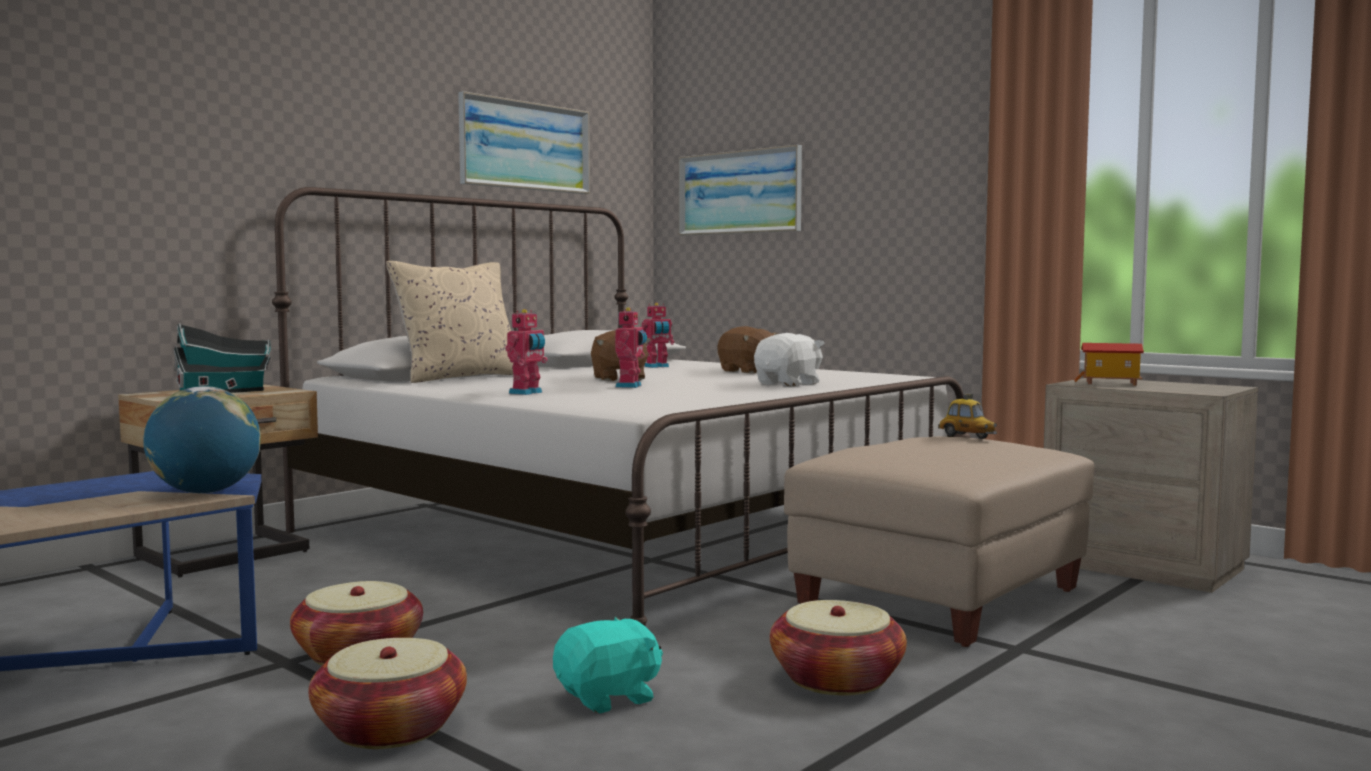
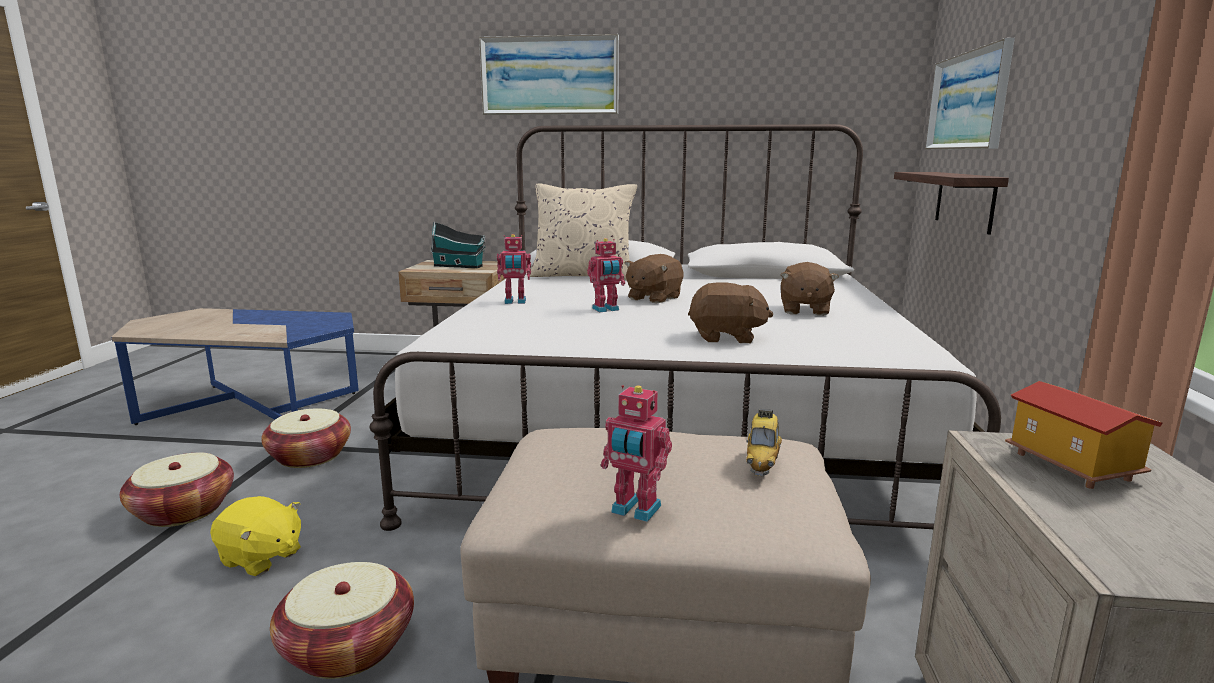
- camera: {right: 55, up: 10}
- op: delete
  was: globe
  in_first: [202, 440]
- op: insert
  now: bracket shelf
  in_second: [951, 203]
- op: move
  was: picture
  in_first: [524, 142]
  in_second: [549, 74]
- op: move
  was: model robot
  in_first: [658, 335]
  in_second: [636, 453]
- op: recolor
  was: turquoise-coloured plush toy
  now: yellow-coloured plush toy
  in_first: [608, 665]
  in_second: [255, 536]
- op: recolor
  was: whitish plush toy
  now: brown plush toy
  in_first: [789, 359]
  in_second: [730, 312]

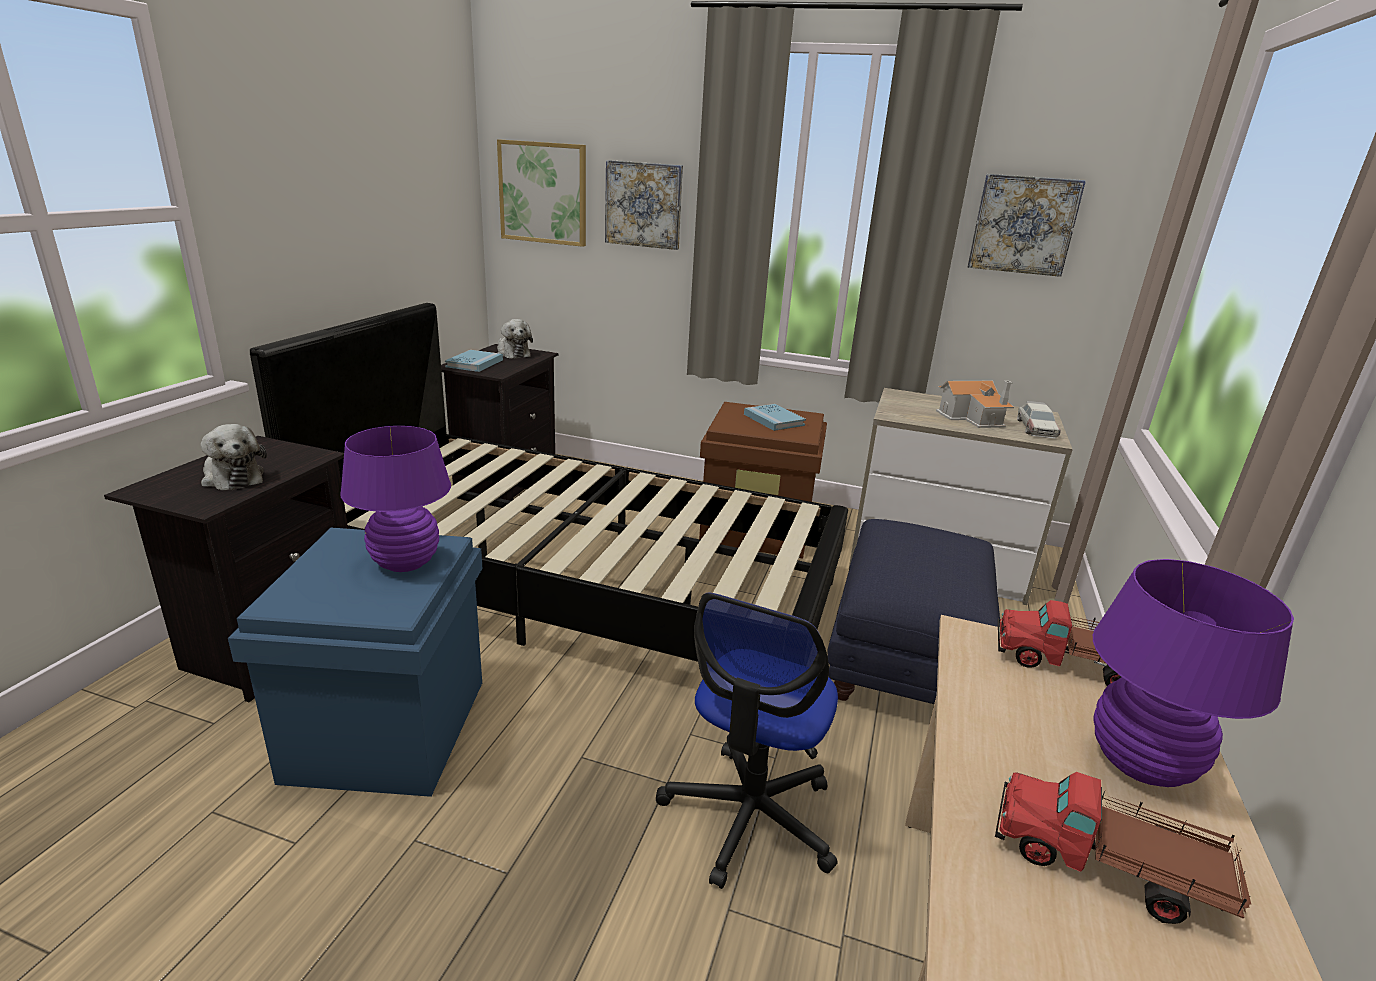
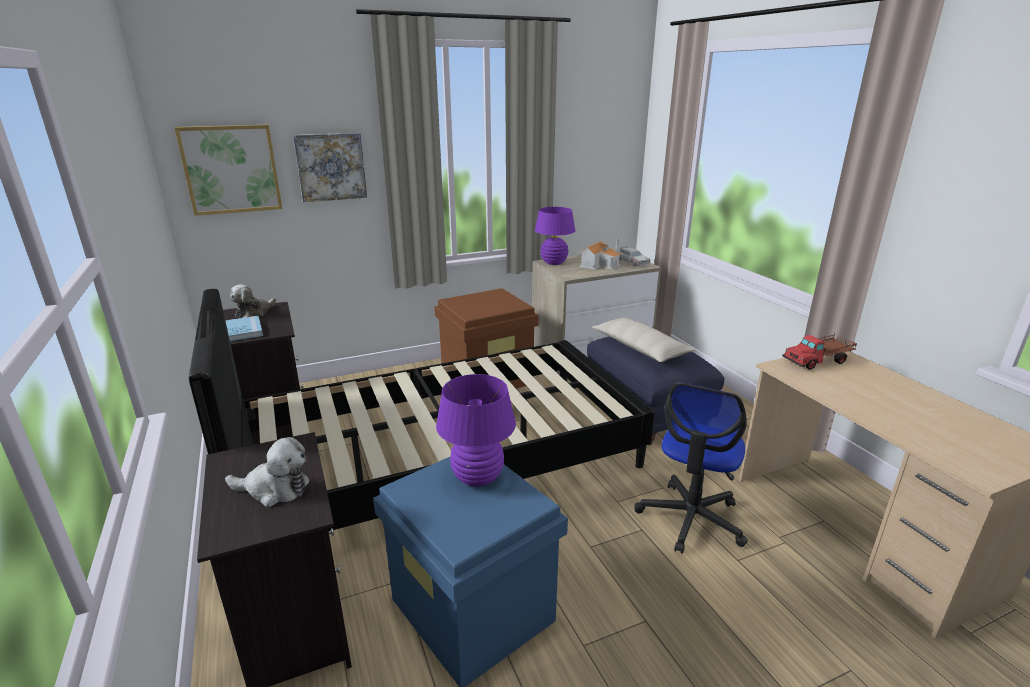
- camera: {right: -40, up: 0}
- op: delete
  was: blue volume
  in_first: [775, 417]
- op: delete
  was: picture
  in_first: [1027, 225]
- op: delete
  was: toy truck
  in_first: [1123, 848]
- op: insert
  now: beige-coloured pillow
  in_second: [643, 340]
- op: move
  was: purple table lamp
  in_first: [1193, 673]
  in_second: [555, 236]
- op: rotate
  was: plush toy
  in_first: [515, 339]
  in_second: [253, 301]
  clockwise: 105
- op: rotate
  was: office chair
  in_first: [747, 740]
  in_second: [691, 467]
  clockwise: 45

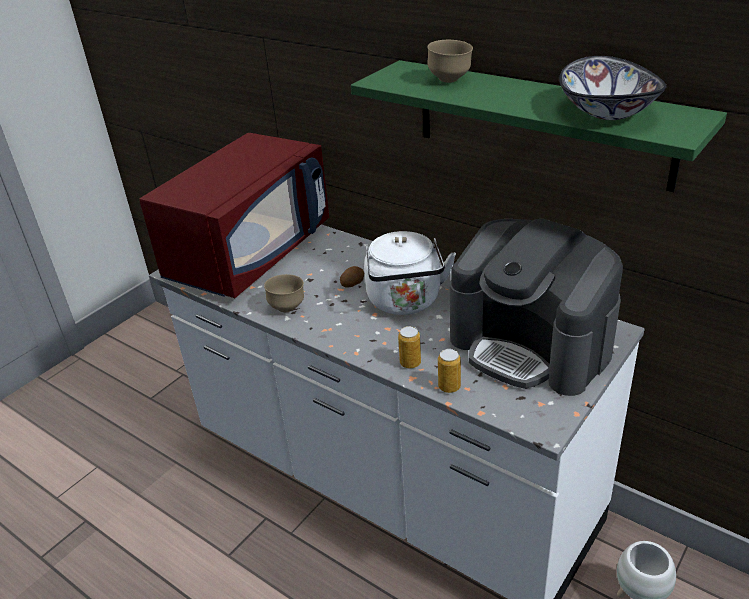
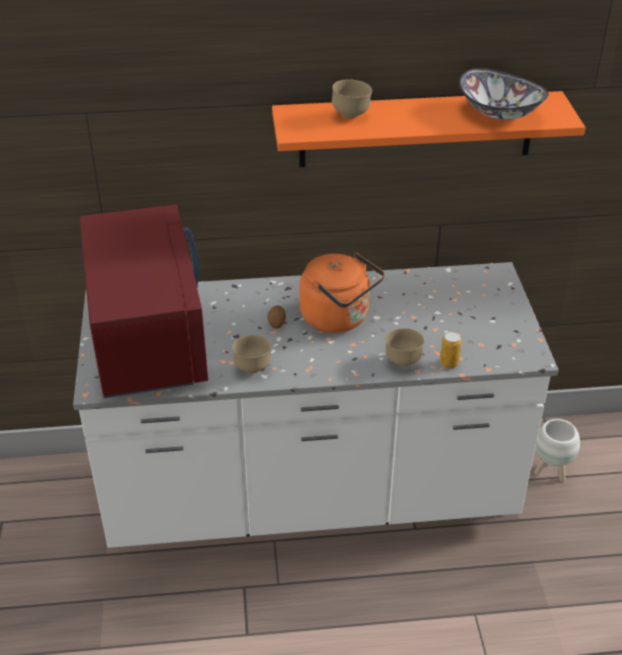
- camera: {right: -45, up: 5}
- op: delete
  was: coffee machine
  in_first: [536, 307]
- op: replace
  was: metal can
  now: brown bowl
  in_first: [409, 347]
  in_second: [404, 347]
- op: recolor
  was: green bracket shelf
  now: orange-coloured bracket shelf
  in_first: [539, 126]
  in_second: [428, 129]
- op: recolor
  was: whitish water kettle
  now: orange-coloured water kettle
  in_first: [410, 273]
  in_second: [342, 292]

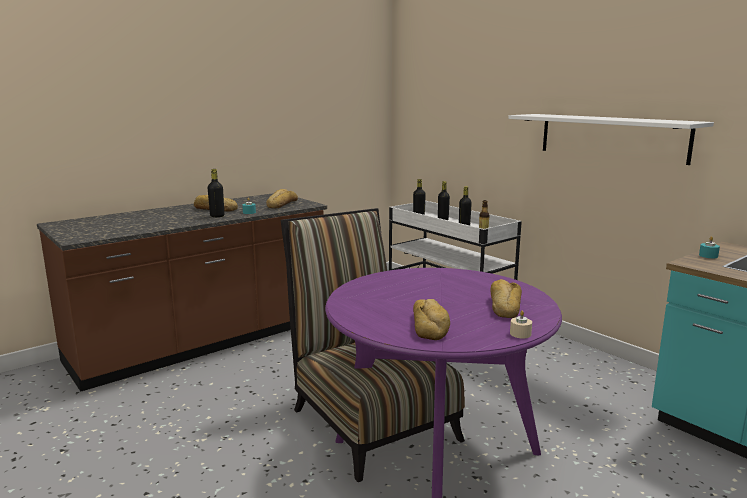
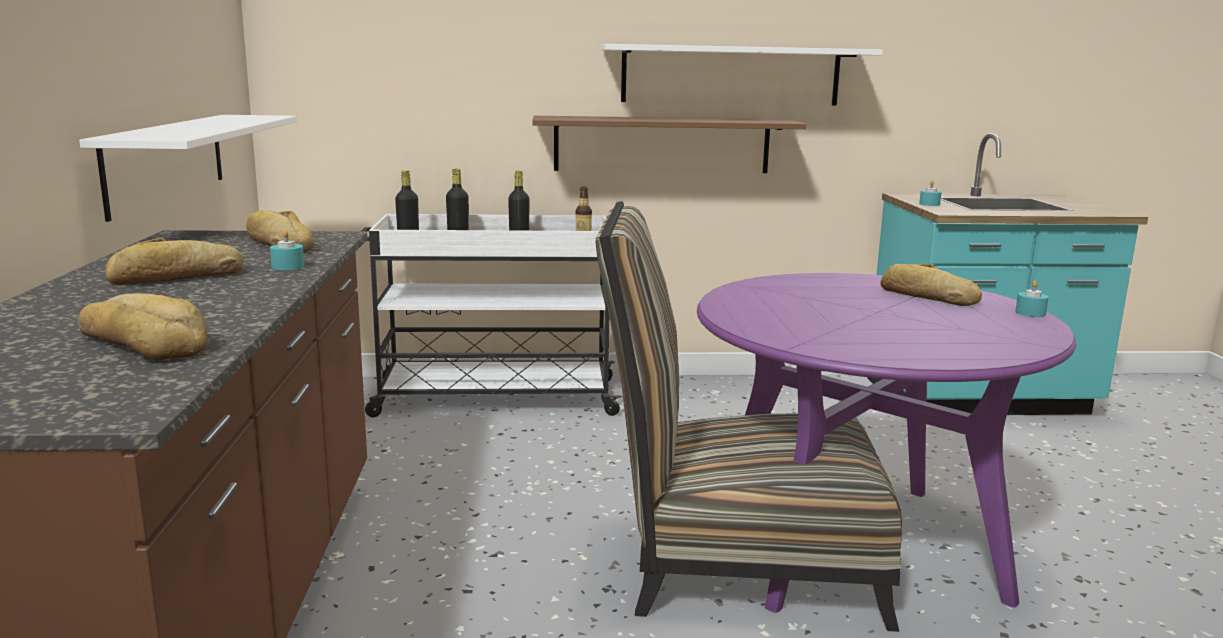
- camera: {right: -55, up: 0}
- op: delete
  was: black-coloured bottle
  in_first: [216, 193]
- op: insert
  now: whitish bracket shelf
  in_second: [188, 168]
- op: insert
  now: brown bracket shelf
  in_second: [670, 144]
- op: move
  was: bread
  in_first: [431, 319]
  in_second: [142, 327]
- op: recolor
  was: beige-coloured candle
  now: turquoise-coloured candle
  in_first: [521, 325]
  in_second: [1032, 298]

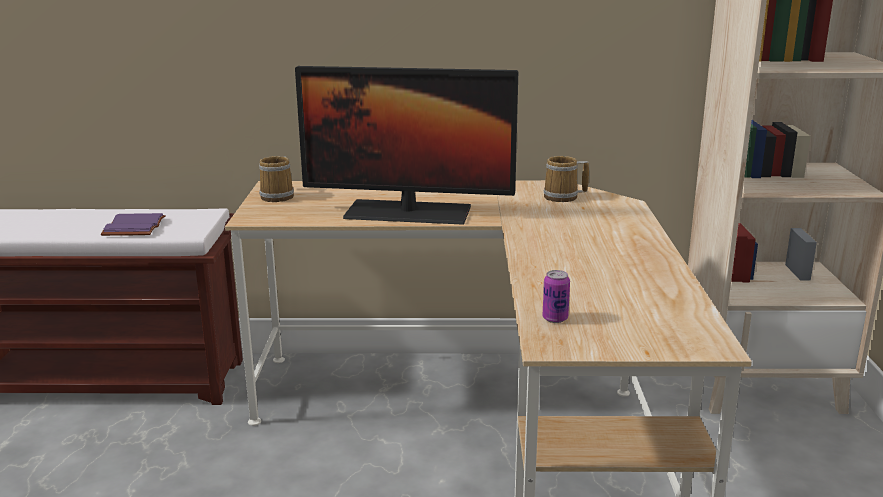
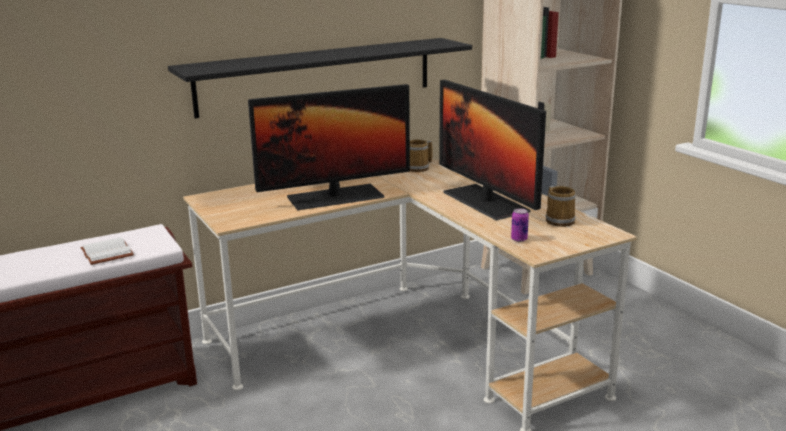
- camera: {right: -30, up: 0}
- op: insert
  now: black-coloured bracket shelf
  in_second: [320, 78]
- op: insert
  now: computer screen
  in_second: [492, 150]
- op: move
  was: mug
  in_first: [276, 179]
  in_second: [561, 206]
- op: recolor
  was: purple volume
  now: whitish volume
  in_first: [133, 224]
  in_second: [107, 251]

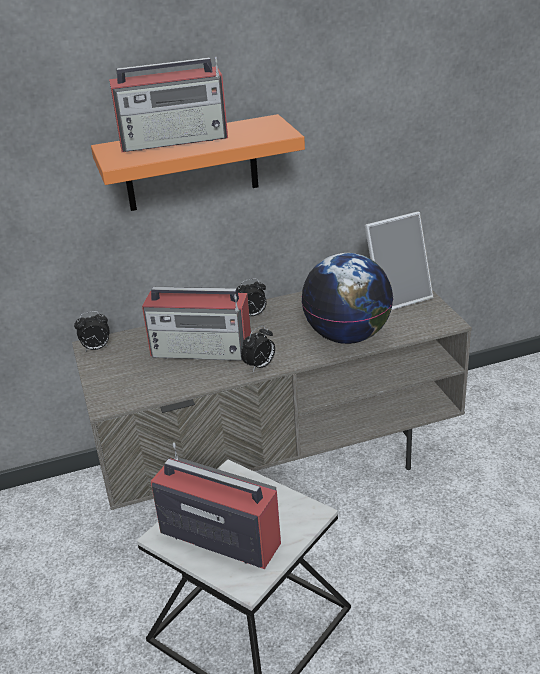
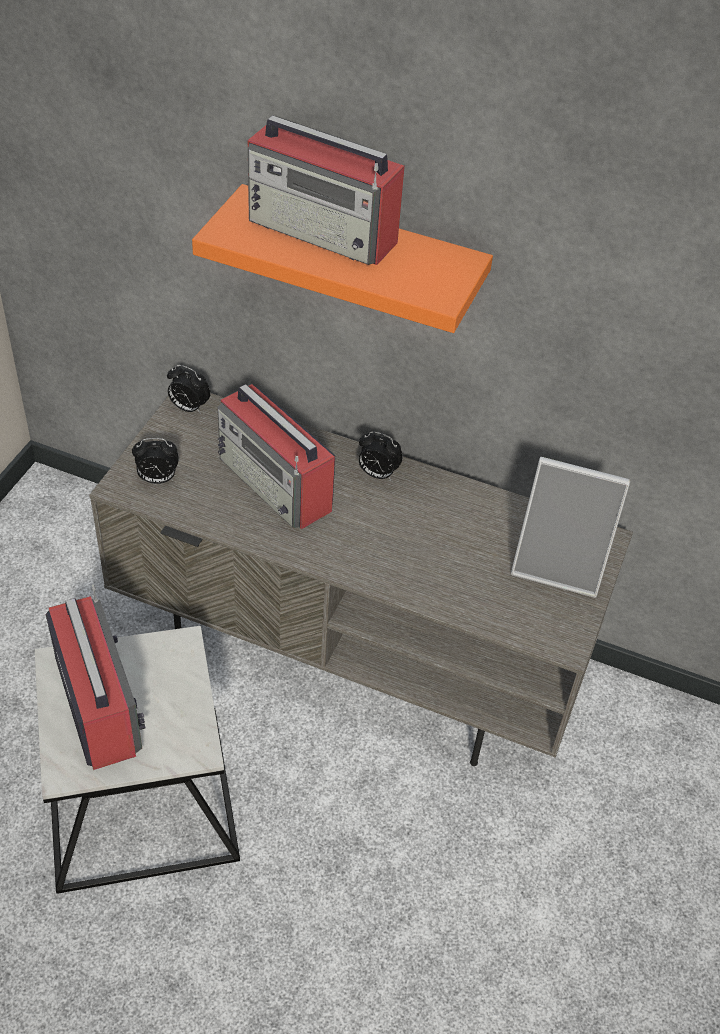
- camera: {right: 35, up: 15}
- op: delete
  was: globe
  in_first: [347, 298]
- op: move
  was: alarm clock
  in_first: [258, 349]
  in_second: [155, 461]

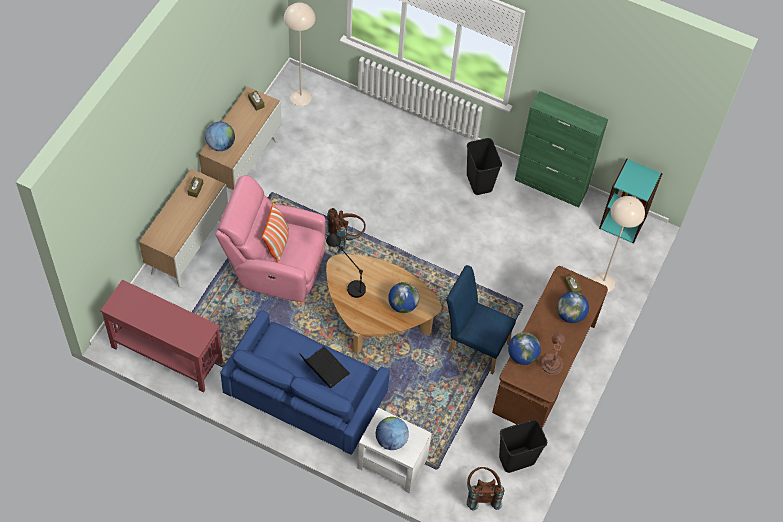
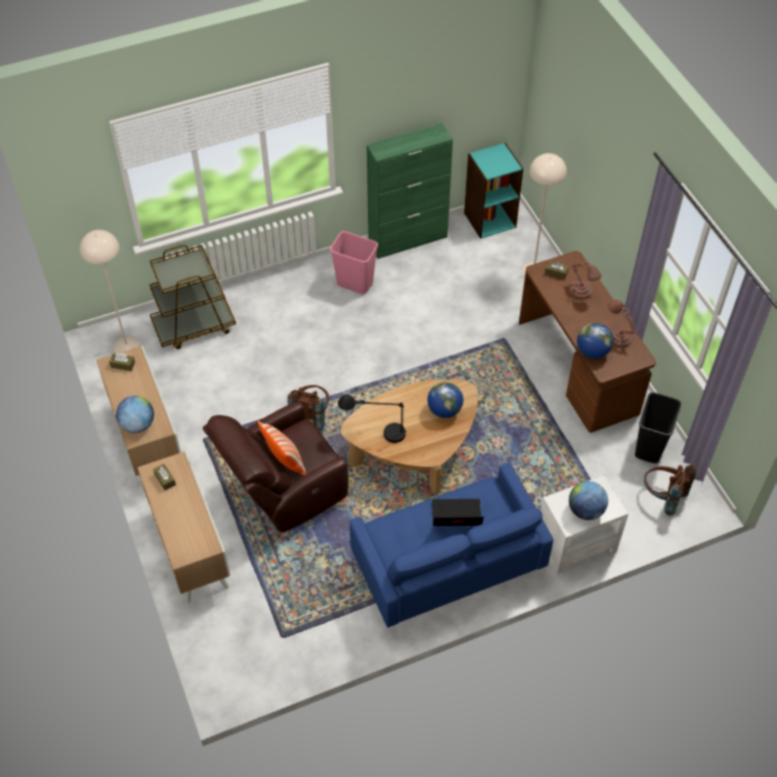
- camera: {right: -45, up: -5}
- op: delete
  was: red-coloured narrow table
  in_first: [161, 336]
- op: delete
  was: blue plain chair
  in_first: [481, 319]
- op: insert
  now: brown cart
  in_second: [192, 297]
- op: replace
  was: globe
  now: brown table lamp
  in_first: [573, 307]
  in_second: [585, 280]
- op: recolor
  was: pink easy chair
  now: brown easy chair
  in_first: [270, 238]
  in_second: [275, 466]
- op: recolor
  was: black-coloured rubbish bin
  now: pink rubbish bin
  in_first: [484, 166]
  in_second: [354, 262]

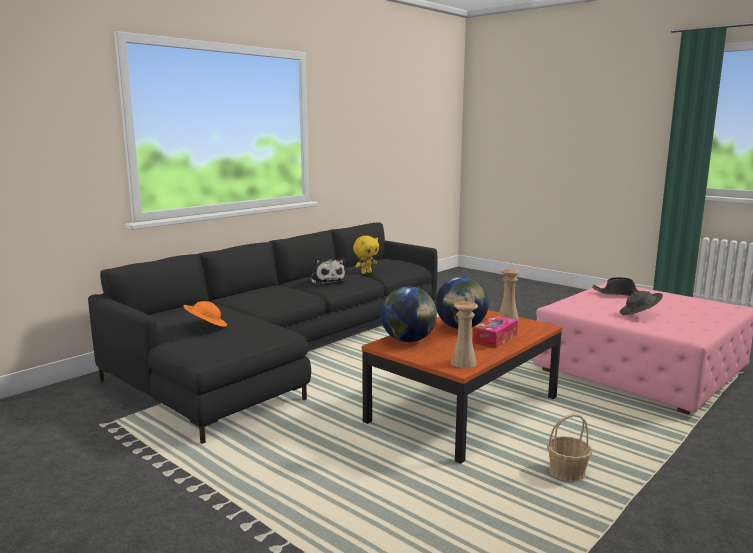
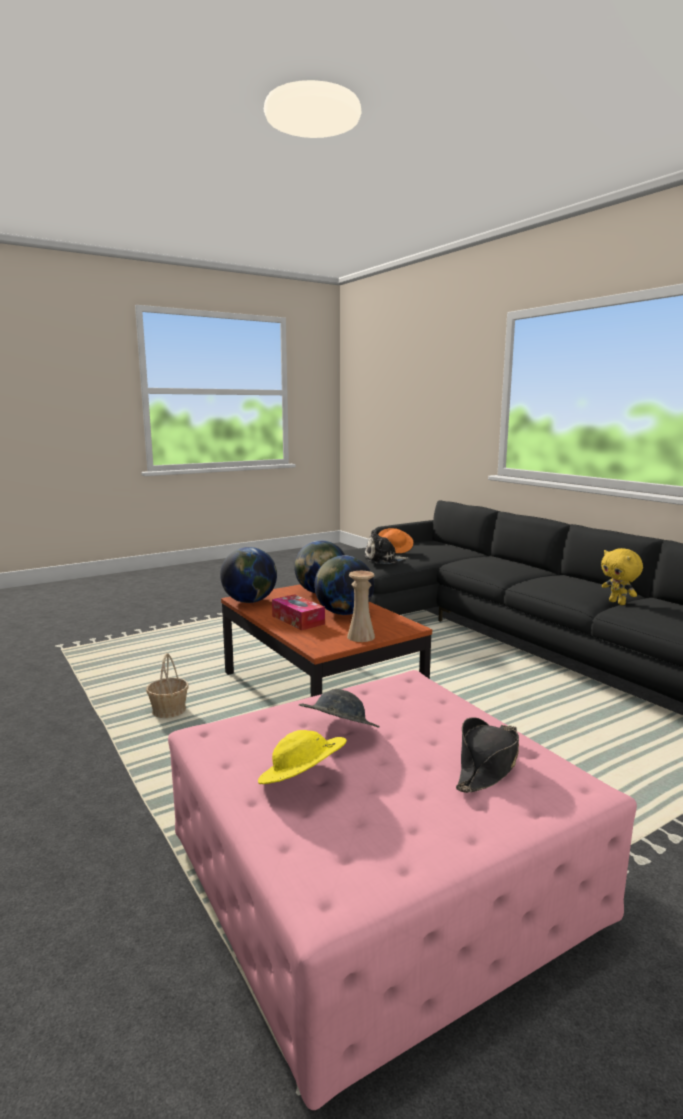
- camera: {right: 105, up: 0}
- op: insert
  now: yellow-coloured hat
  in_second: [302, 757]
- op: move
  was: plush toy
  in_first: [328, 270]
  in_second: [386, 546]
- op: replace
  was: beige-coloured flower vase
  now: globe
  in_first: [464, 334]
  in_second: [248, 575]

